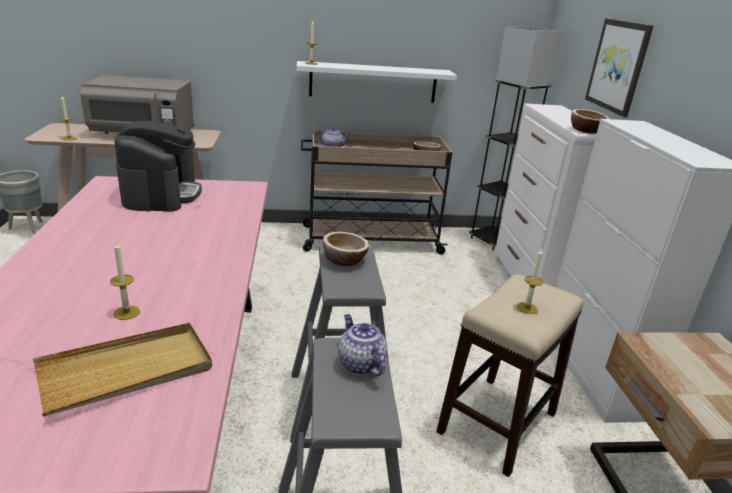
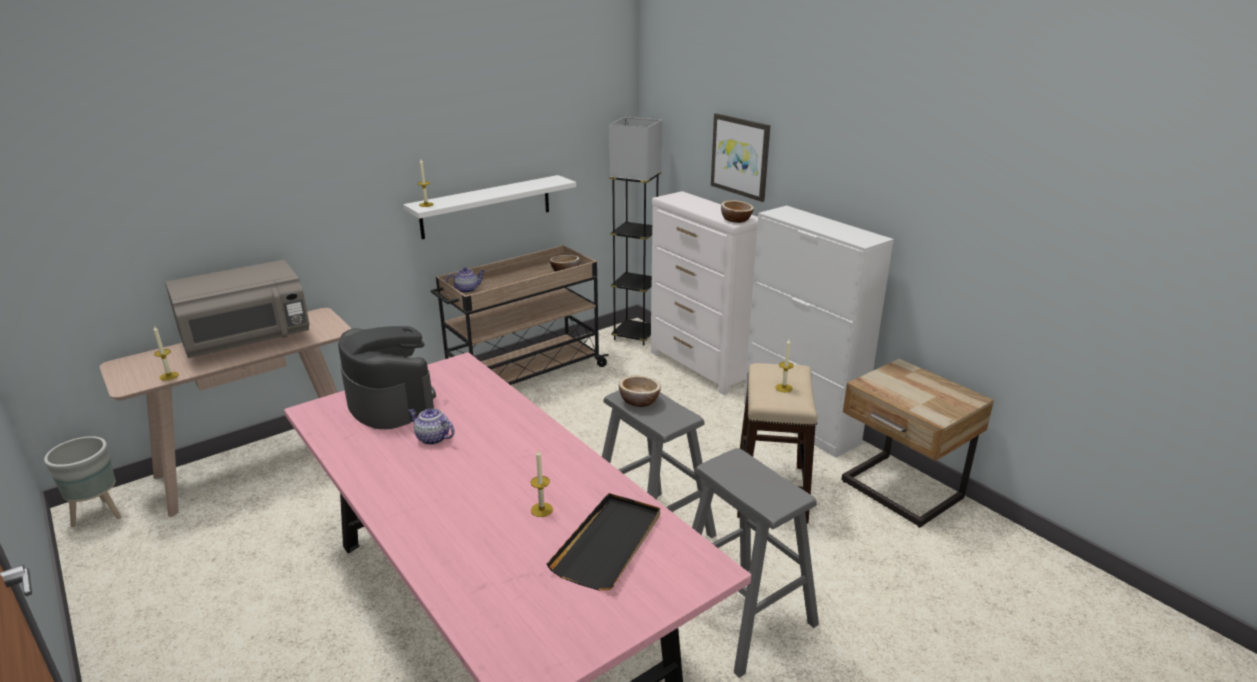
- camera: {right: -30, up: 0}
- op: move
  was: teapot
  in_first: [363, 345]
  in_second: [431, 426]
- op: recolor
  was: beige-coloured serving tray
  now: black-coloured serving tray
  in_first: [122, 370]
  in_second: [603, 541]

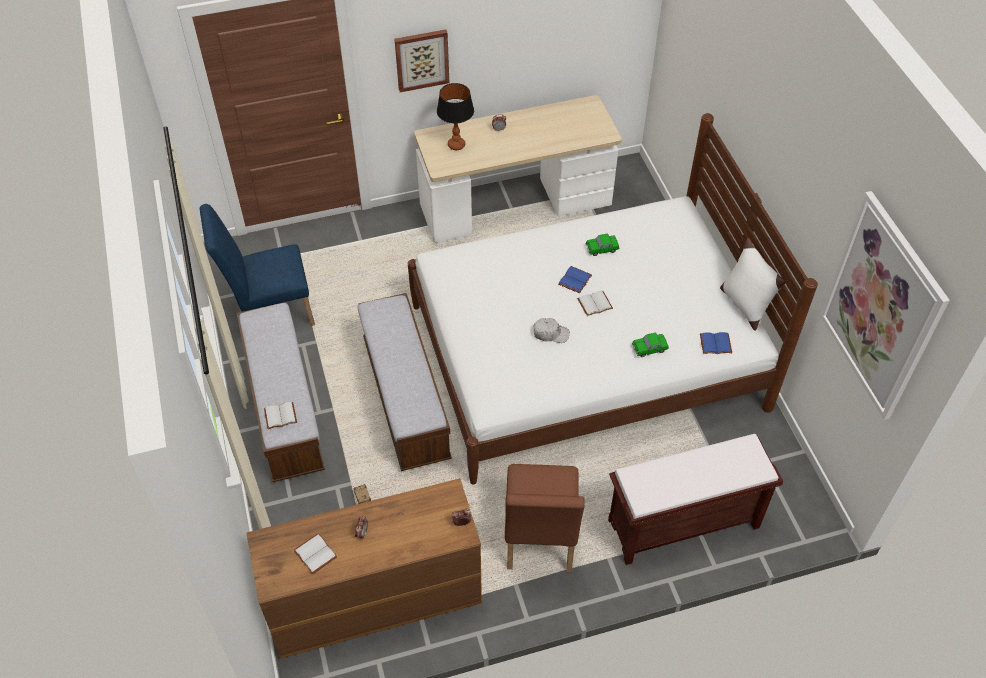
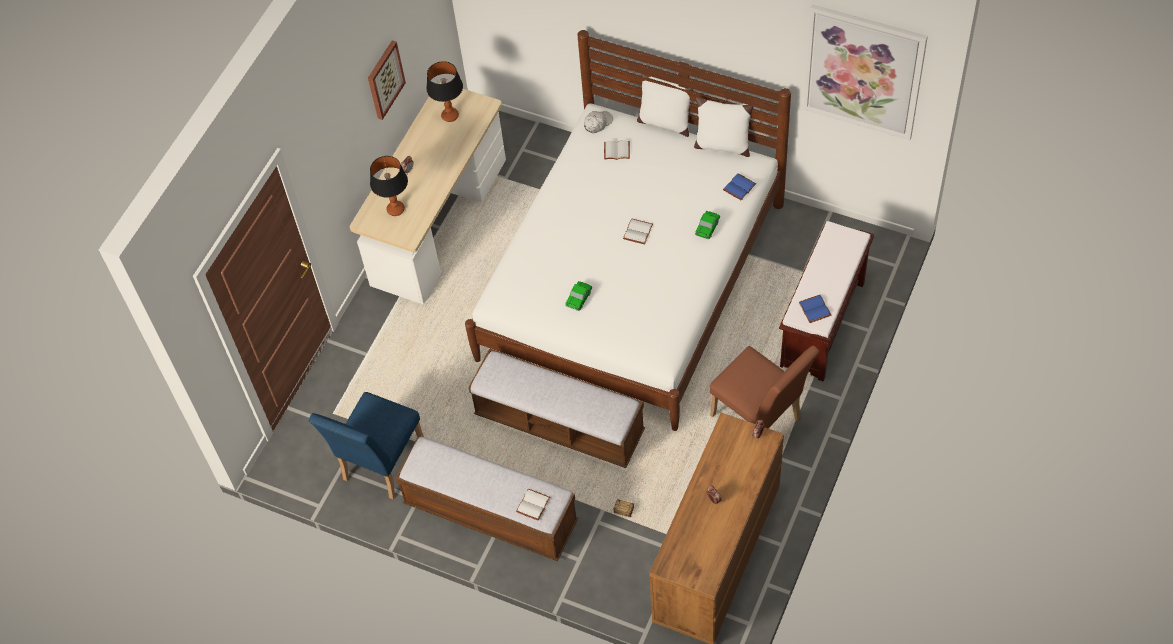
- camera: {right: -45, up: 5}
- op: insert
  now: table lamp
  in_second: [444, 91]
- op: insert
  now: whitish pillow
  in_second: [665, 105]
- op: move
  was: whitish volume
  in_first: [315, 553]
  in_second: [617, 150]
- op: move
  was: picture
  in_first: [421, 61]
  in_second: [387, 80]
- op: move
  was: whitish cap
  in_first: [551, 330]
  in_second: [598, 122]
- op: move
  was: blue volume
  in_first: [575, 279]
  in_second: [815, 309]
- op: move
  was: toy car
  in_first: [603, 245]
  in_second: [578, 296]

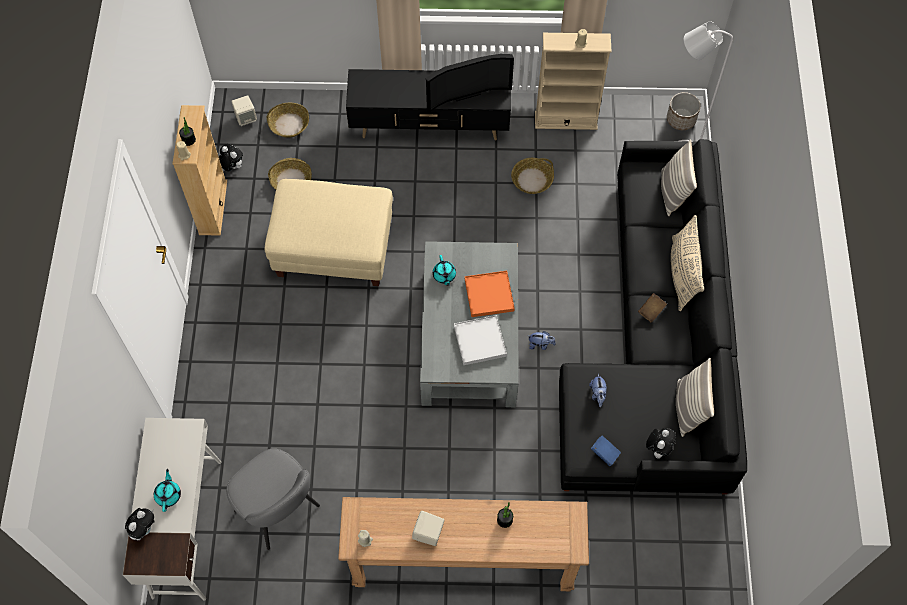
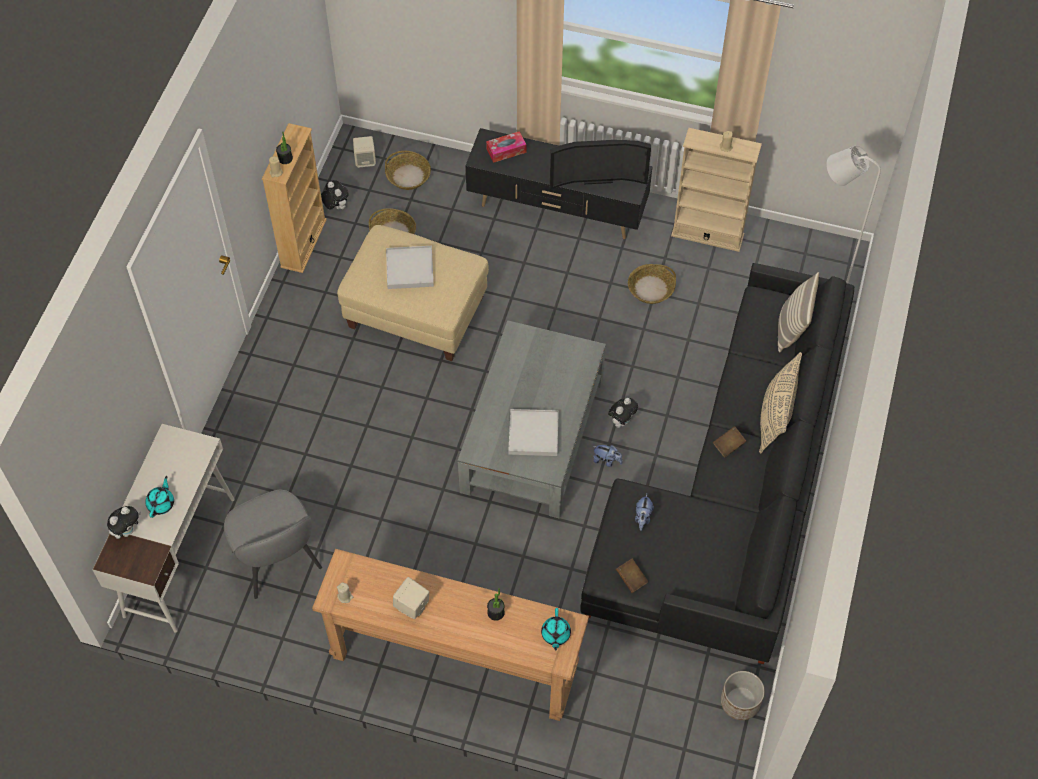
- camera: {right: 15, up: -5}
- op: delete
  was: orange-coloured serving tray
  in_first: [490, 294]
- op: delete
  was: pillow
  in_first: [695, 397]
- op: insert
  now: whitish serving tray
  in_second: [410, 267]
- op: insert
  now: tissue box
  in_second: [506, 147]
- op: move
  was: turquoise-coloured teapot
  in_first: [444, 270]
  in_second: [556, 629]
- op: move
  was: plush toy
  in_first: [661, 443]
  in_second: [623, 413]
- op: move
  was: flower pot
  in_first: [684, 111]
  in_second: [743, 695]
- op: recolor
  was: blue volume
  now: brown volume
  in_first: [606, 450]
  in_second: [632, 575]

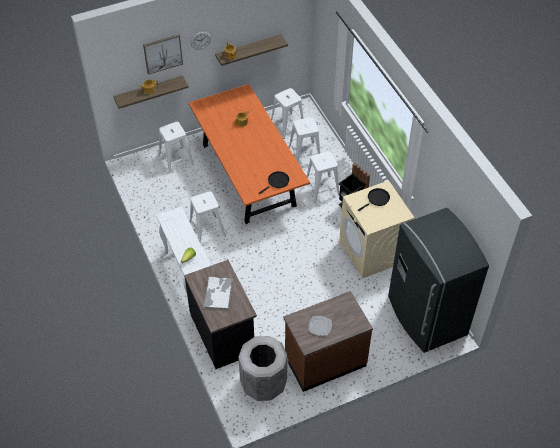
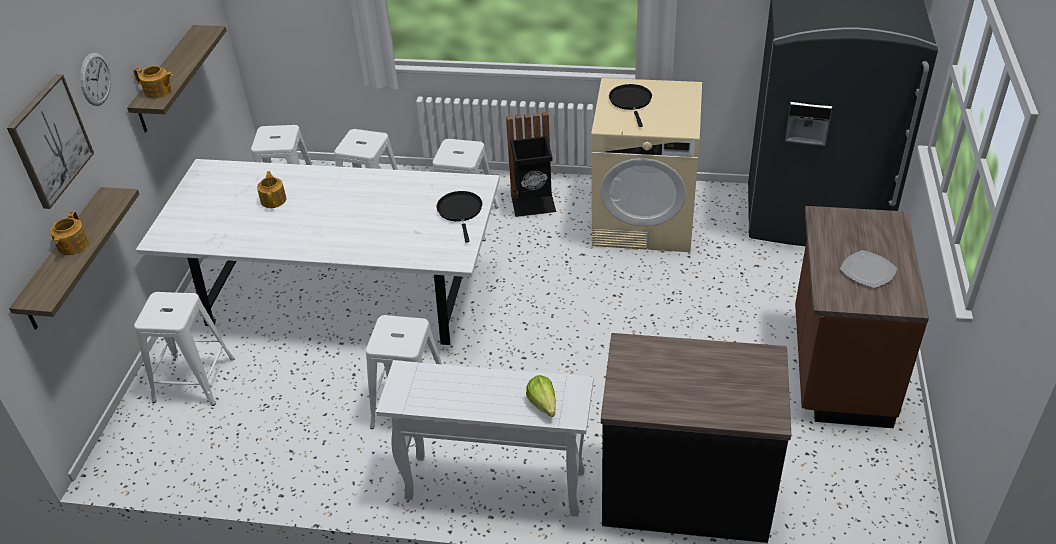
- camera: {right: -55, up: -10}
- op: delete
  was: serving tray
  in_first: [218, 293]
- op: delete
  was: grey rubbish bin
  in_first: [262, 368]
- op: recolor
  was: orange-coloured dinner table
  now: whitish dinner table
  in_first: [249, 154]
  in_second: [318, 252]

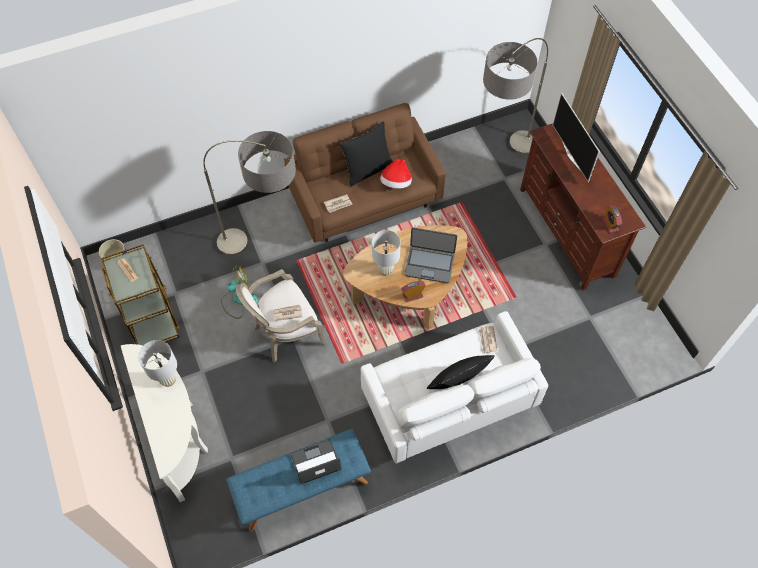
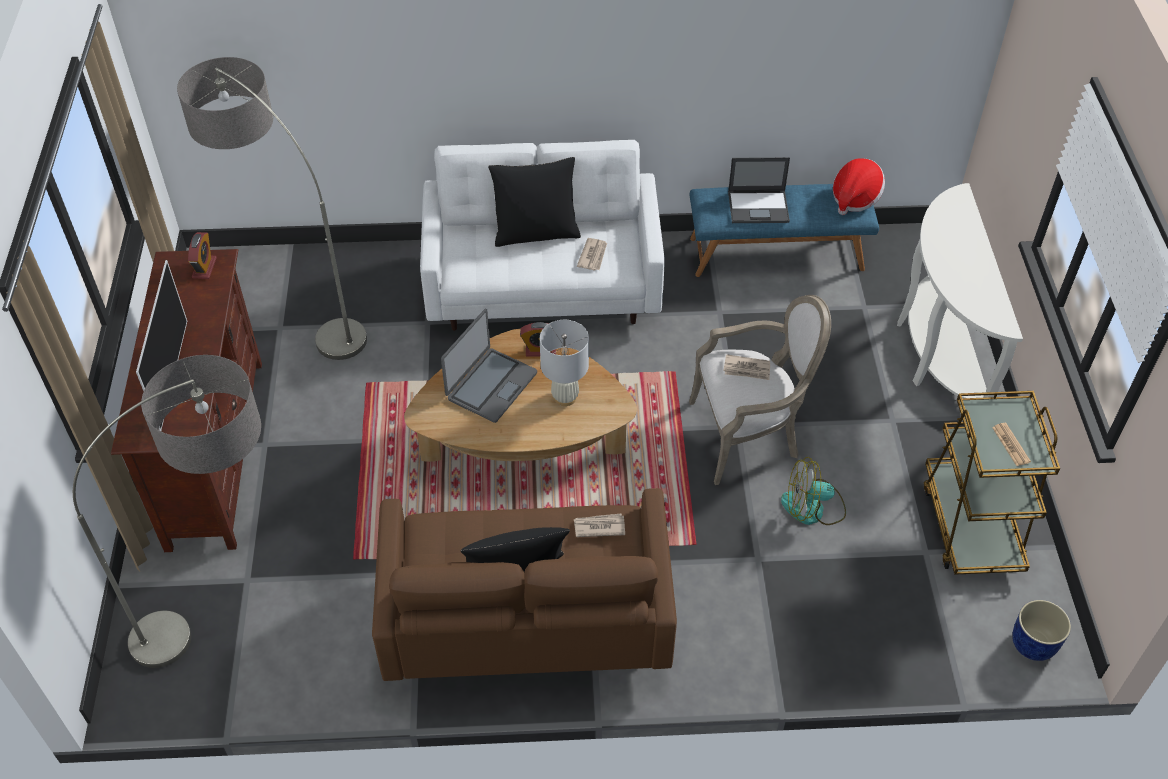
- camera: {right: -160, up: -10}
- op: delete
  was: whitish table lamp
  in_first: [157, 363]
- op: move
  was: floor lamp
  in_first: [249, 193]
  in_second: [272, 208]
- op: move
  was: hat
  in_first: [396, 174]
  in_second: [859, 186]
- op: move
  was: daily paper
  in_first: [488, 340]
  in_second: [592, 254]
- op: rotate
  was: laptop
  in_first: [430, 255]
  in_second: [489, 366]
  clockwise: 90

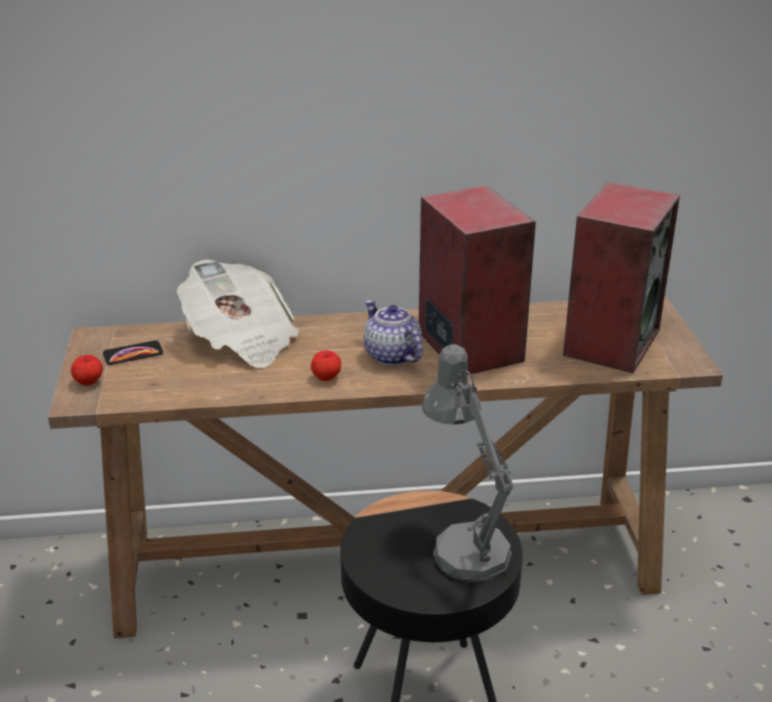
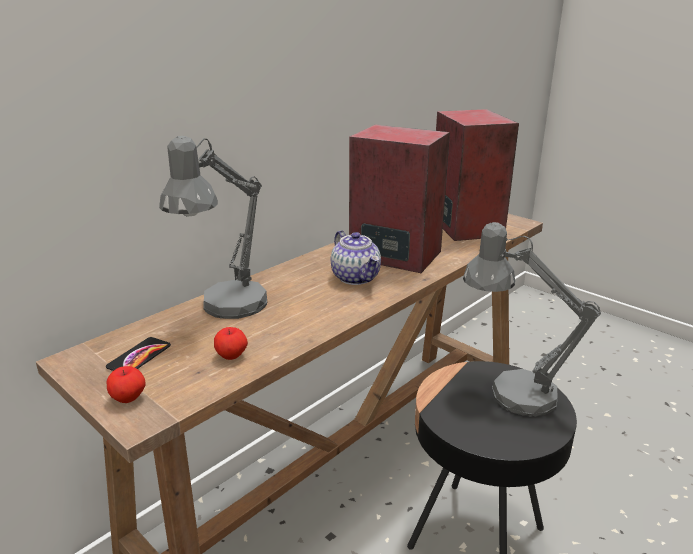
- camera: {right: -40, up: -5}
- op: move
  was: apple fruit
  in_first: [326, 365]
  in_second: [231, 343]
- op: replace
  was: daily paper
  now: grey table lamp
  in_first: [238, 313]
  in_second: [213, 227]
- op: rotate
  was: teapot
  in_first: [393, 333]
  in_second: [356, 257]
  clockwise: -135

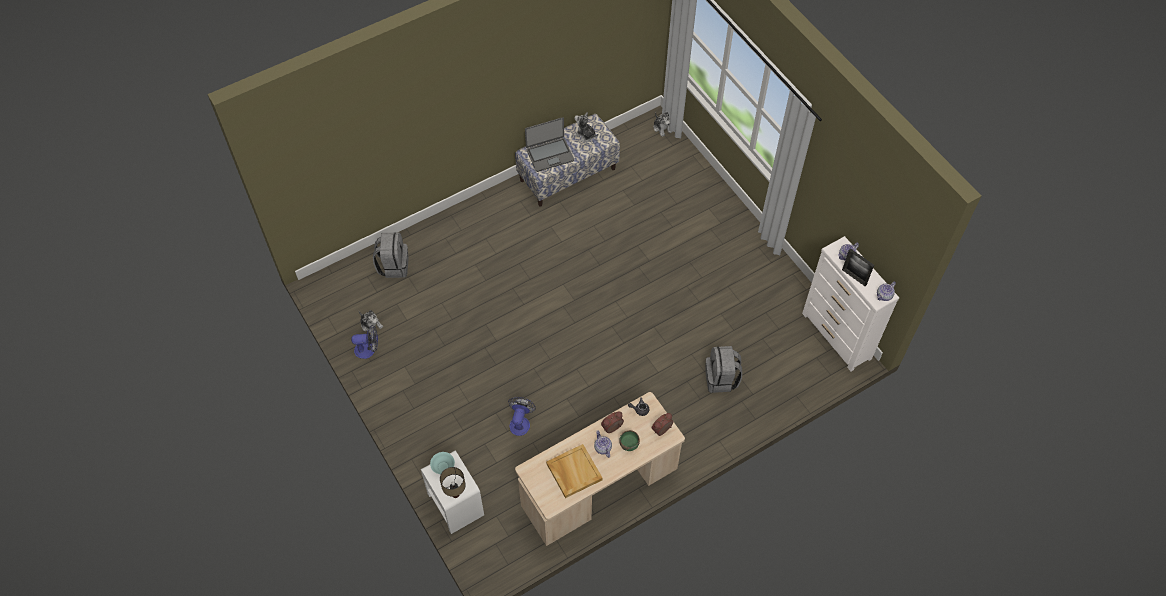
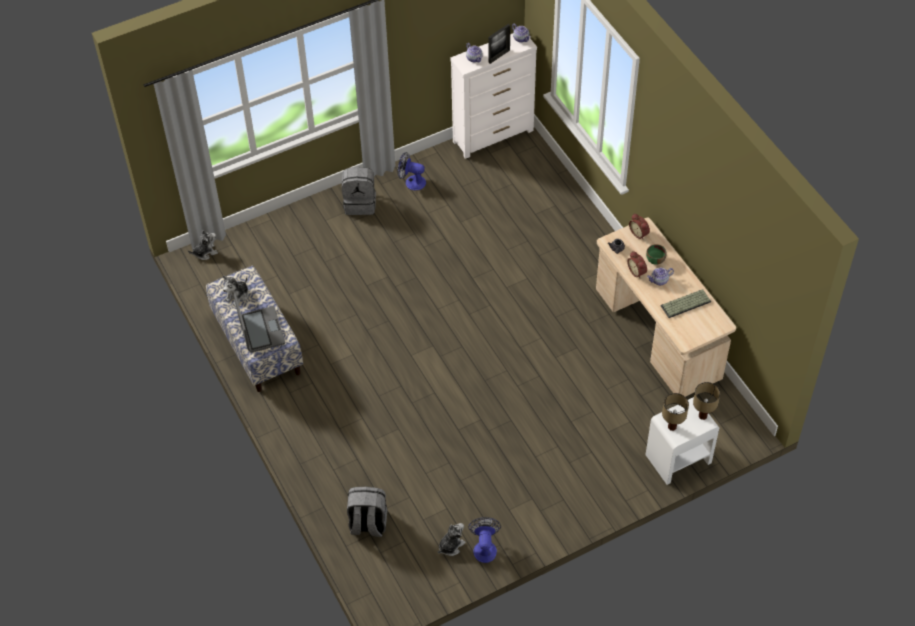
- camera: {right: -85, up: -5}
- op: move
  was: fan
  in_first: [522, 416]
  in_second: [412, 171]
- op: move
  was: grey knapsack
  in_first: [723, 369]
  in_second: [359, 191]
- op: replace
  was: turquoise-coloured bowl
  now: table lamp
  in_first: [442, 463]
  in_second: [675, 412]
- op: replace
  was: beige-coloured serving tray
  now: keyboard
  in_first: [574, 471]
  in_second: [686, 303]

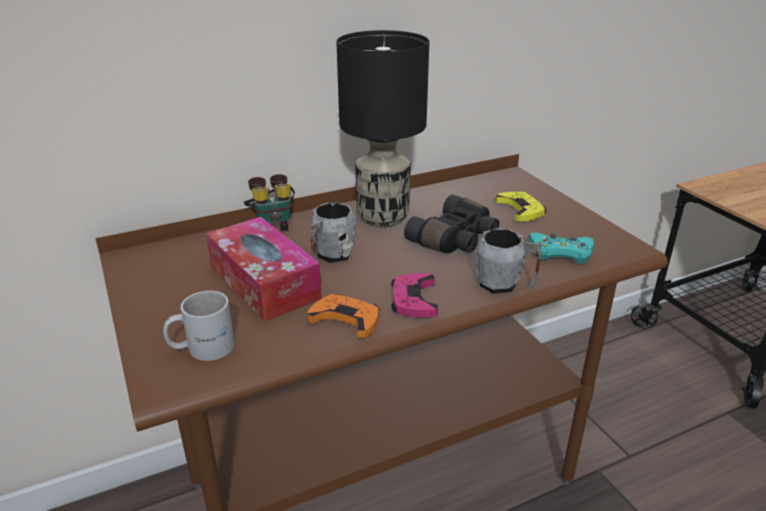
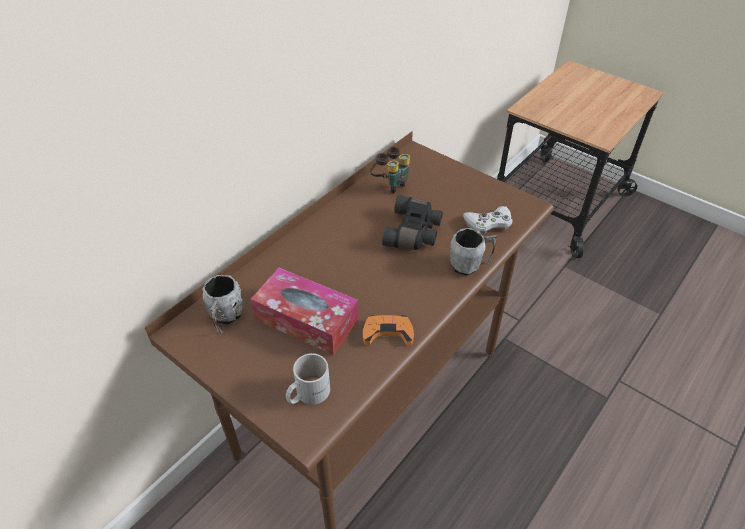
- camera: {right: -25, up: 15}
- op: delete
  was: black-coloured table lamp
  in_first: [382, 128]
- op: delete
  was: pink gamepad
  in_first: [414, 295]
- op: delete
  was: yellow-coloured gamepad
  in_first: [521, 207]
- op: move
  was: binoculars
  in_first: [269, 202]
  in_second: [390, 170]
- op: move
  was: grey mug
  in_first: [333, 234]
  in_second: [222, 304]
- op: recolor
  was: turquoise-coloured gamepad
  now: whitish gamepad
  in_first: [561, 247]
  in_second: [488, 220]

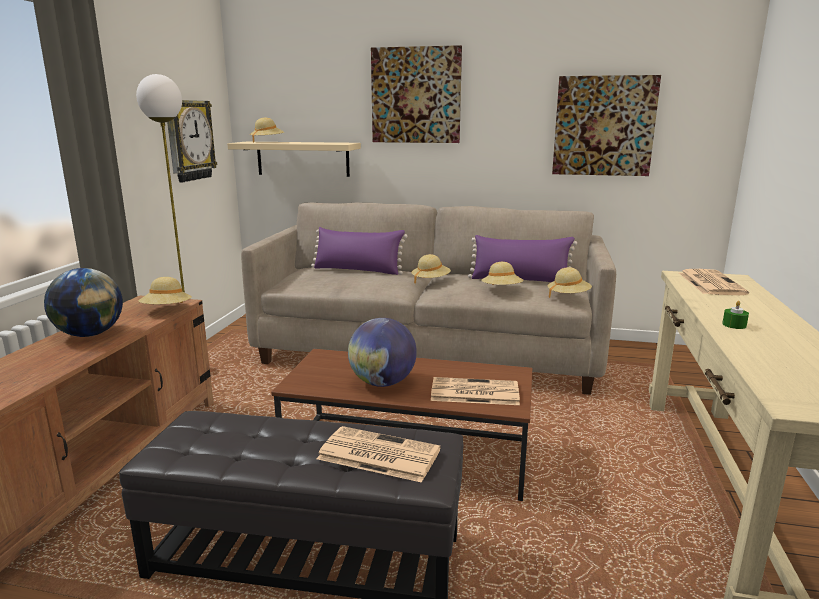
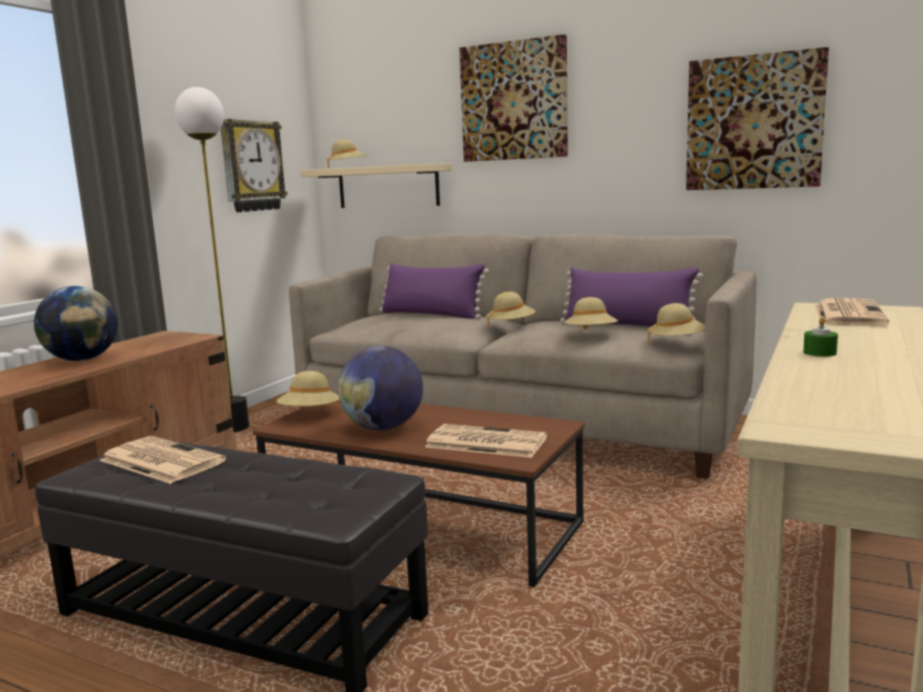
- camera: {right: 15, up: -5}
- op: move
  was: beige-coloured hat
  in_first: [165, 290]
  in_second: [307, 388]
- op: move
  was: daily paper
  in_first: [379, 454]
  in_second: [162, 460]

